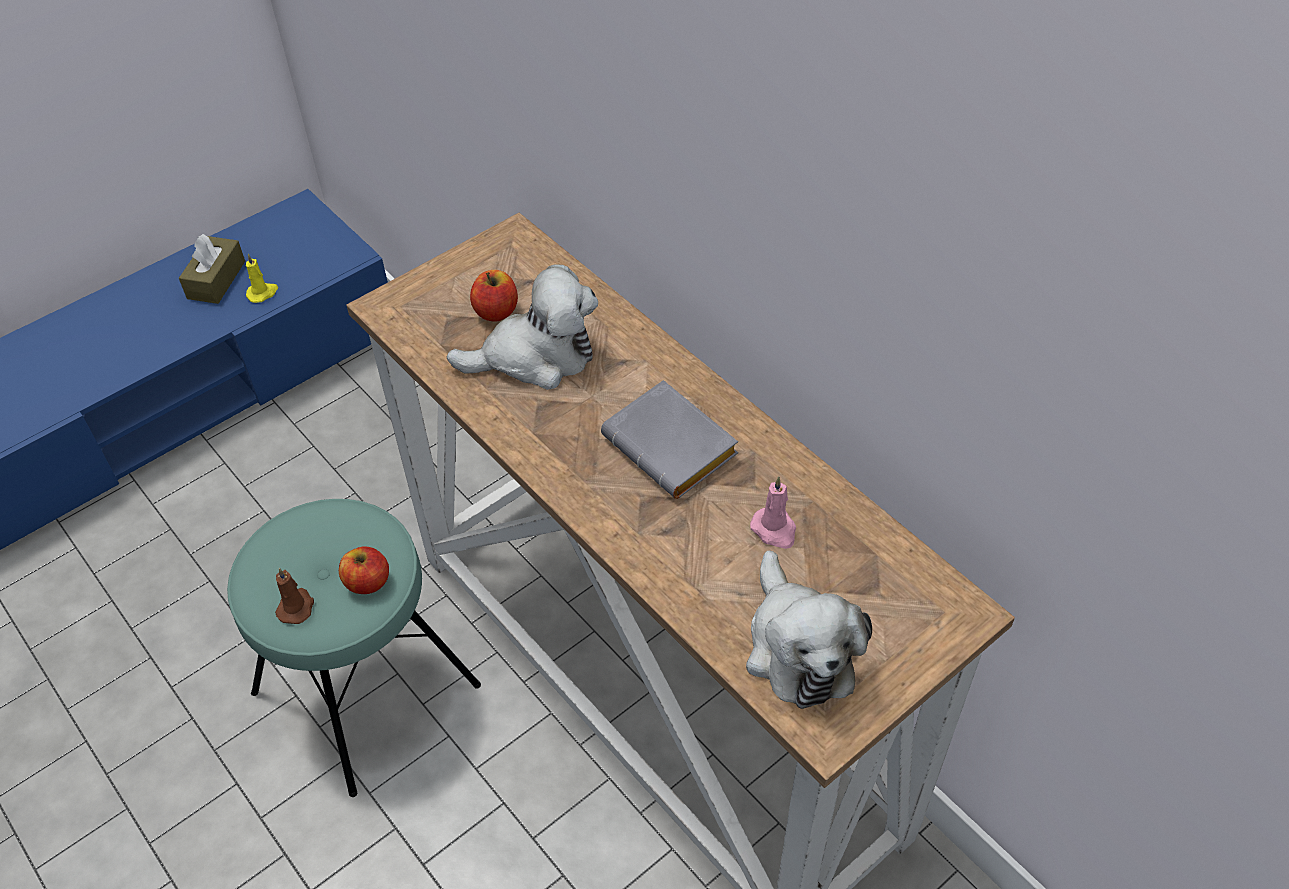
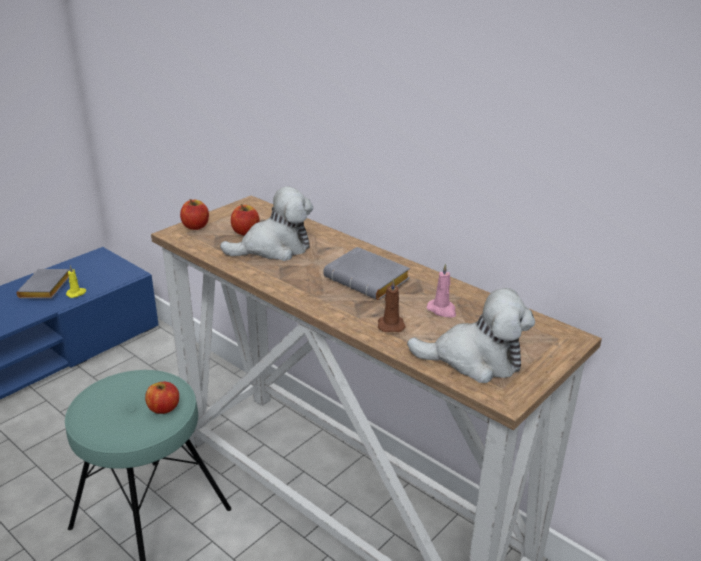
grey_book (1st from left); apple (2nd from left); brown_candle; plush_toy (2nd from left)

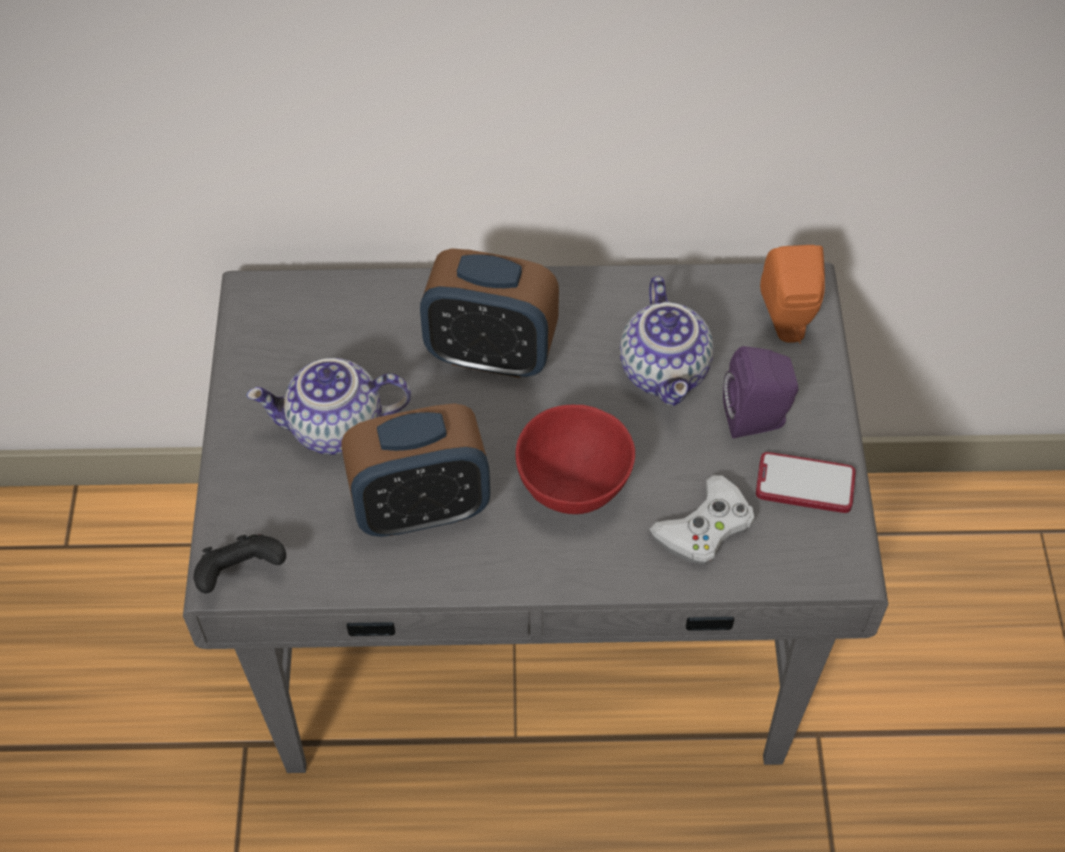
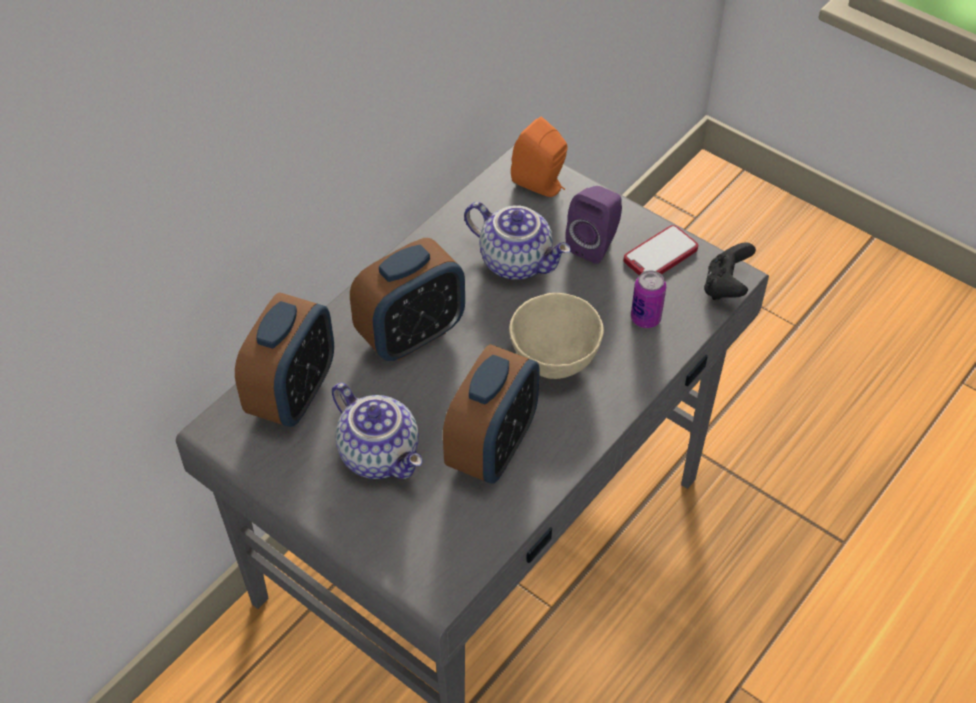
alarm_clock (1st from left); teapot (1st from left); beige_bowl; can; black_game_controller

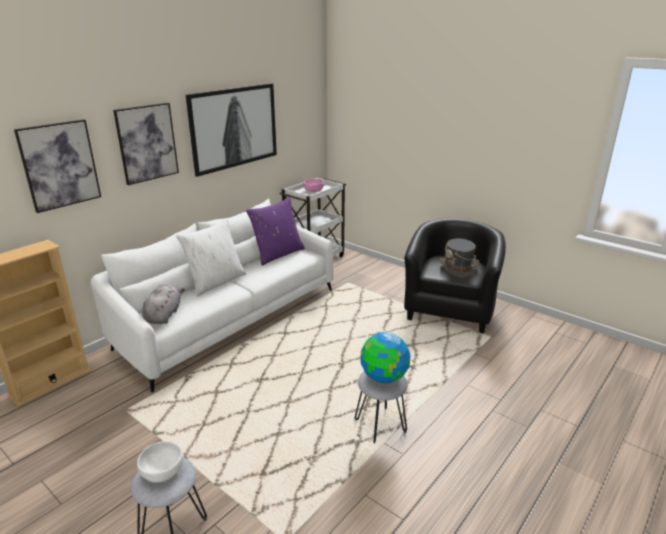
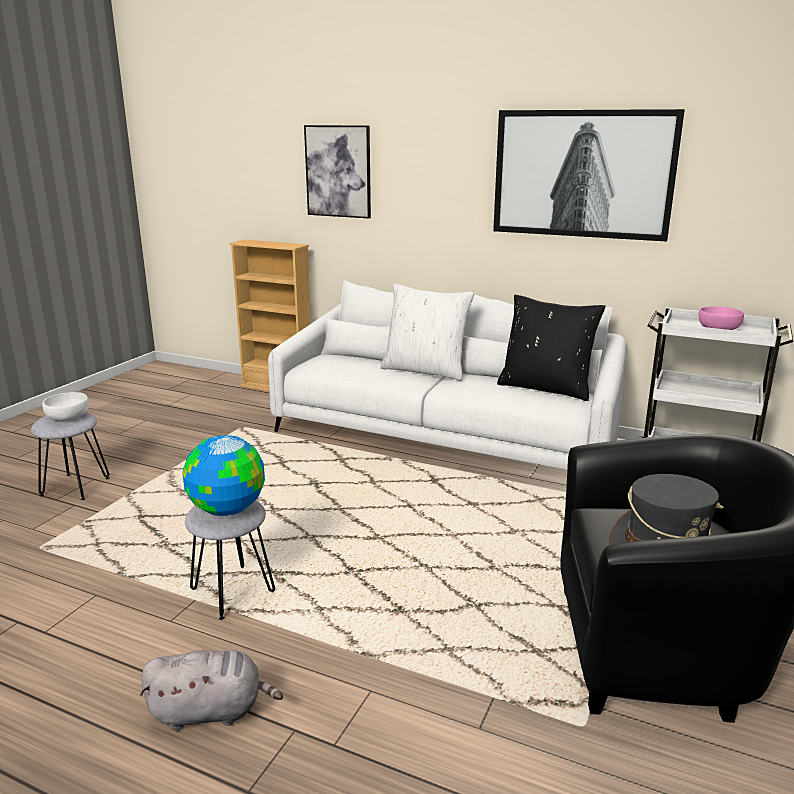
grey_plush_toy; black_pillow; picture (2nd from left in the first image)

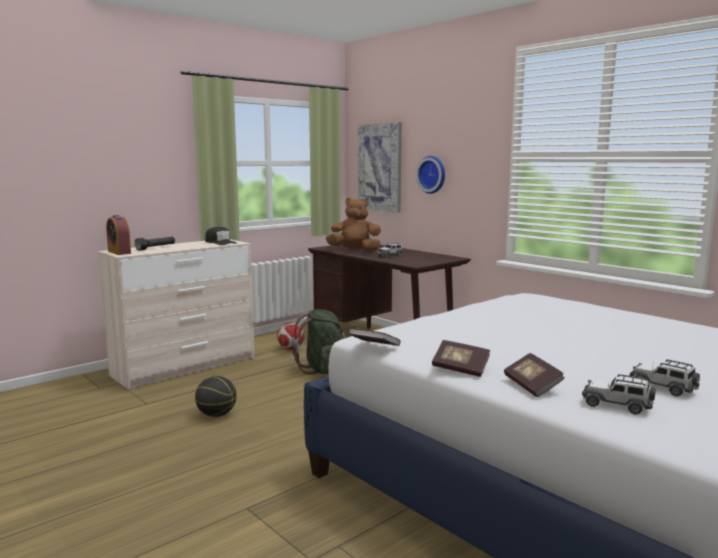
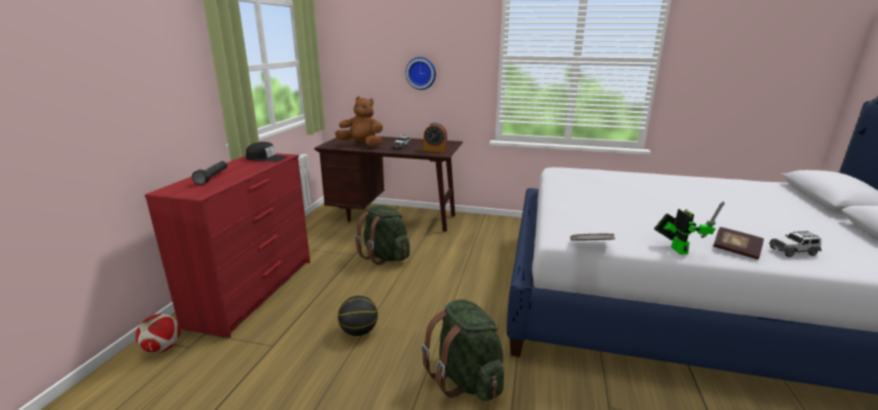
football; red_dresser; brown_plush_toy; green_backpack (2nd from left); alarm_clock; toy_robot; picture; toy_car (3rd from left in the first image)

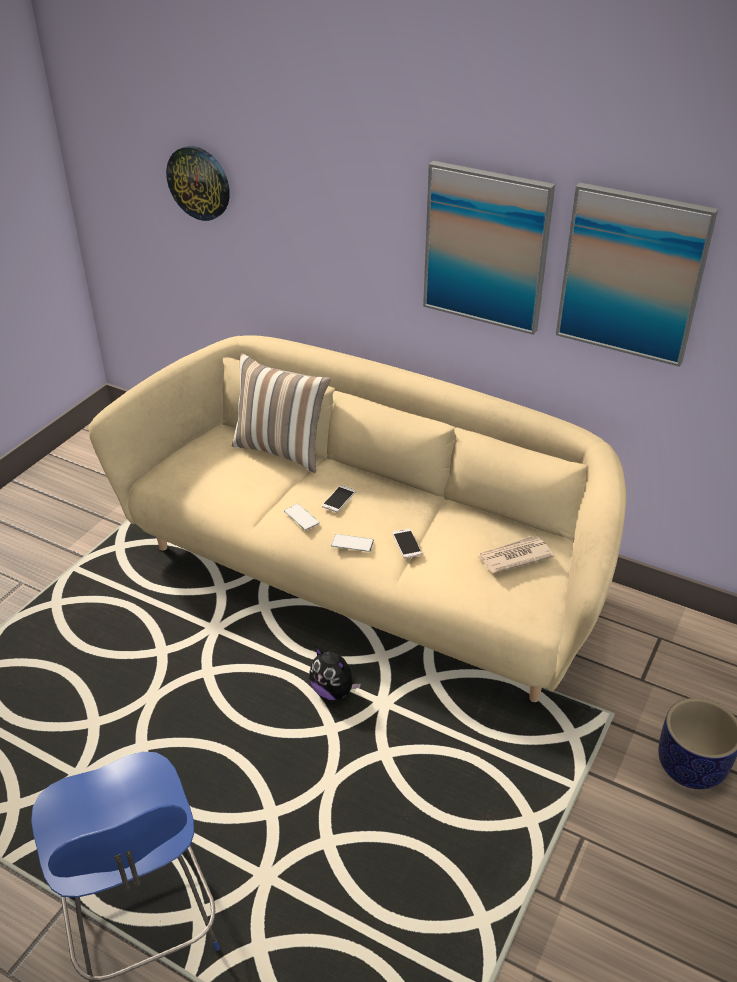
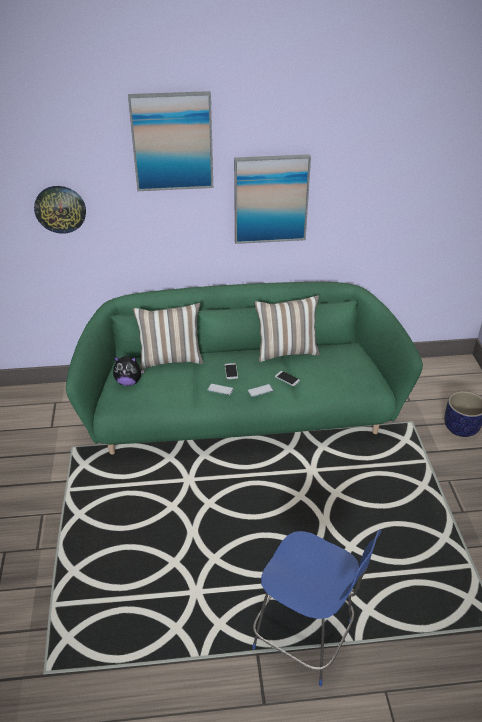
green_sofa; plush_toy; picture (1st from left); pillow (2nd from left); newspaper

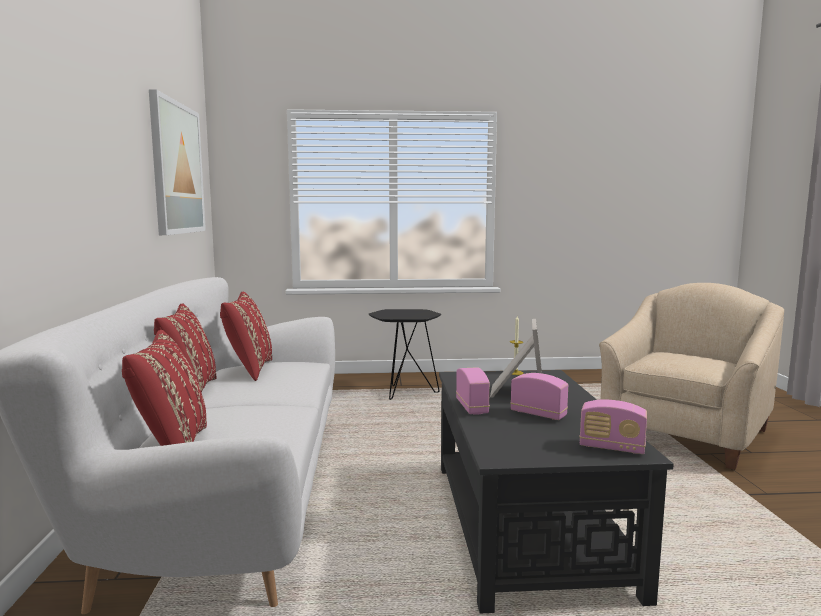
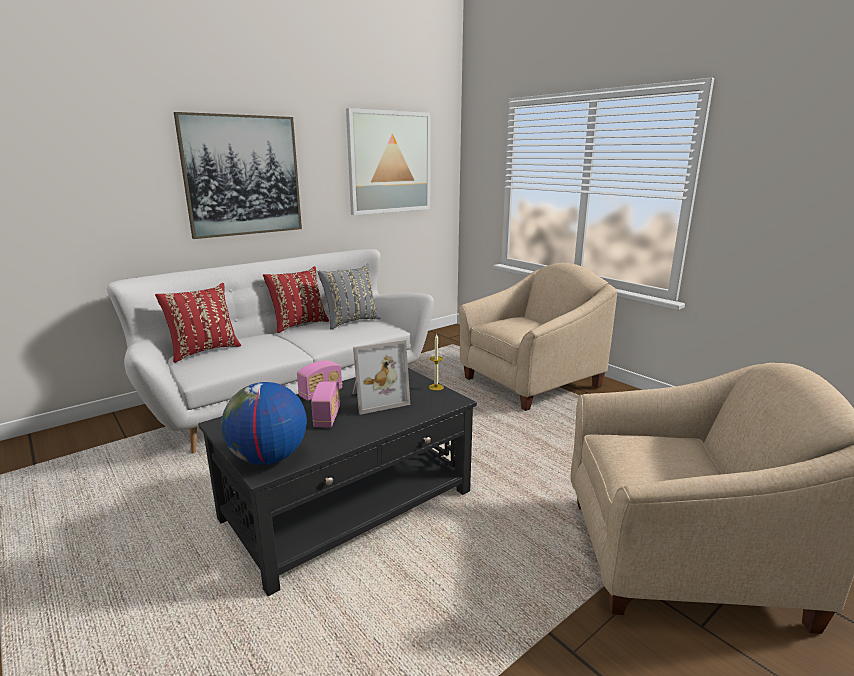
picture (1st from left); globe; grey_pillow; beige_armchair (1st from left)

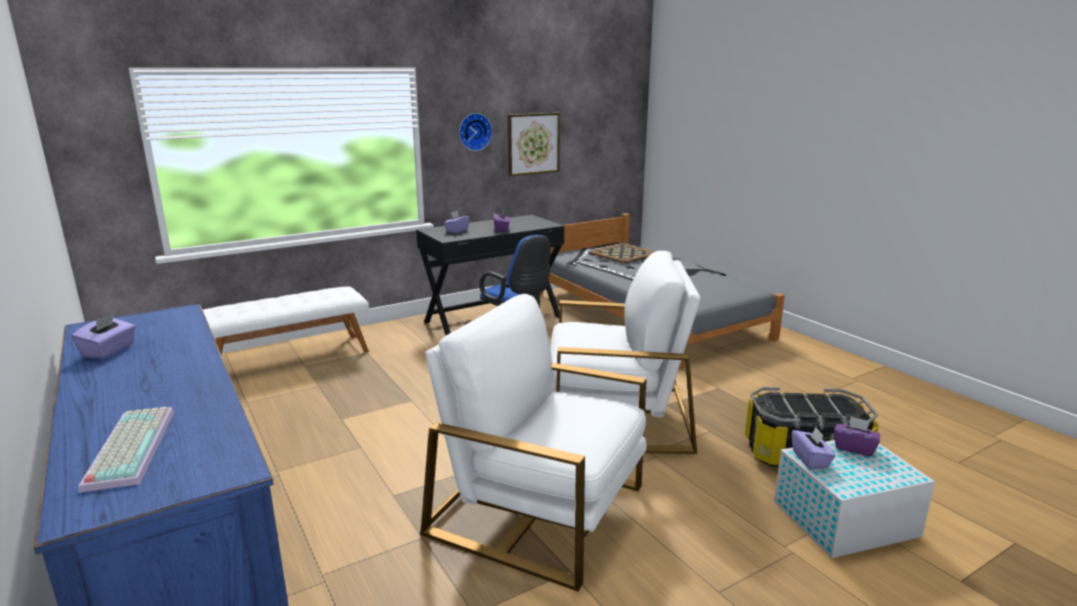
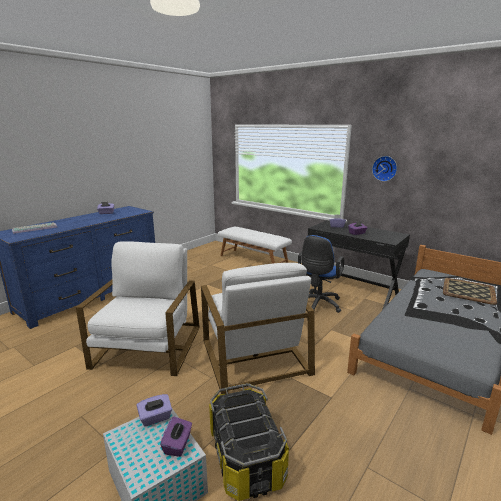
picture

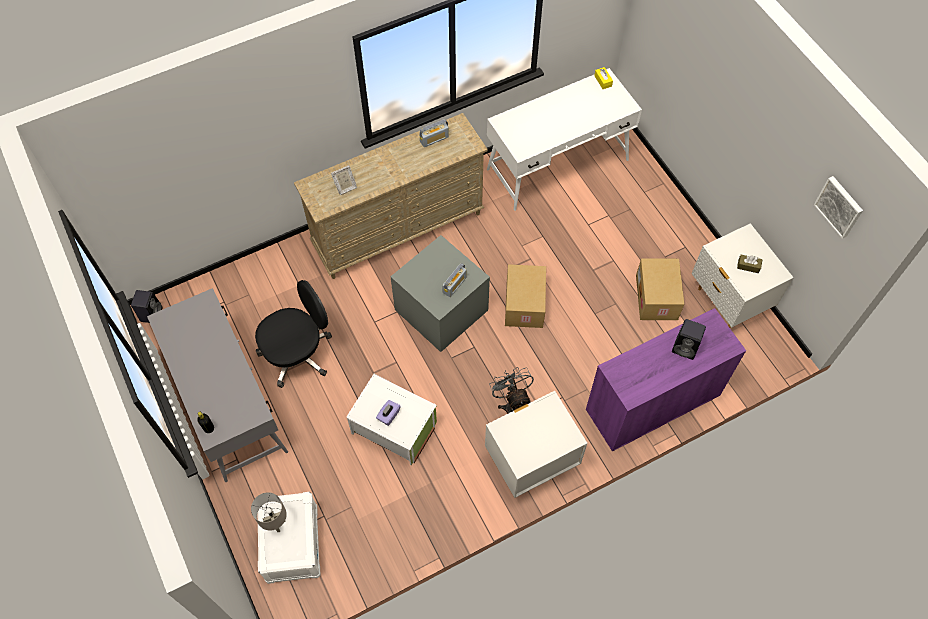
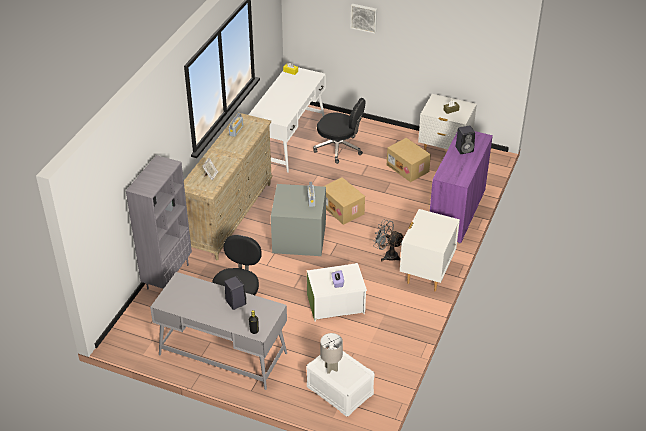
grey_bookcase; black_speaker (1st from left); black_office_chair (2nd from left); picture

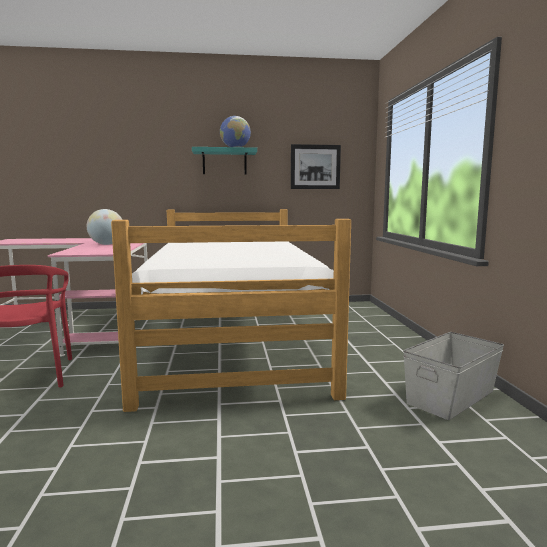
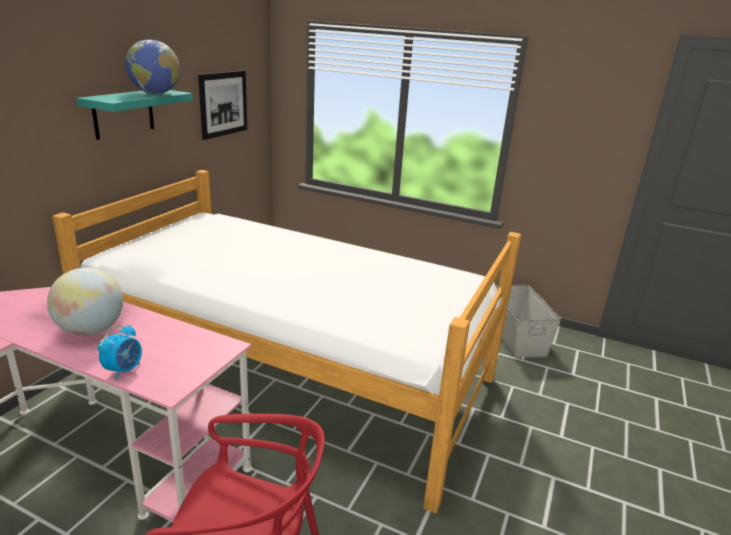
alarm_clock

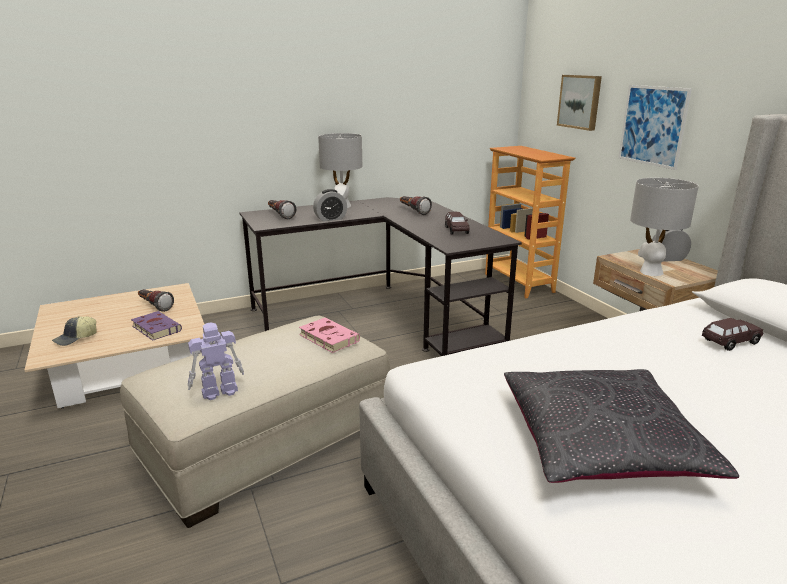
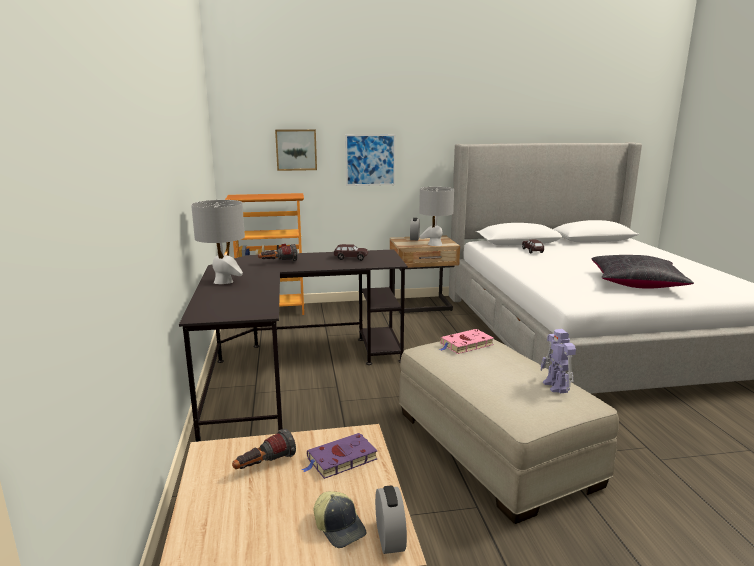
alarm_clock (1st from left); flashlight (2nd from left in the first image)

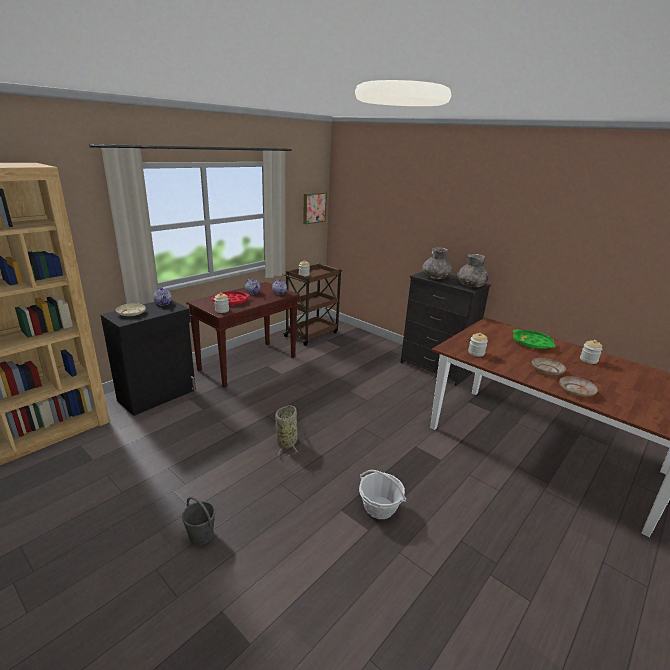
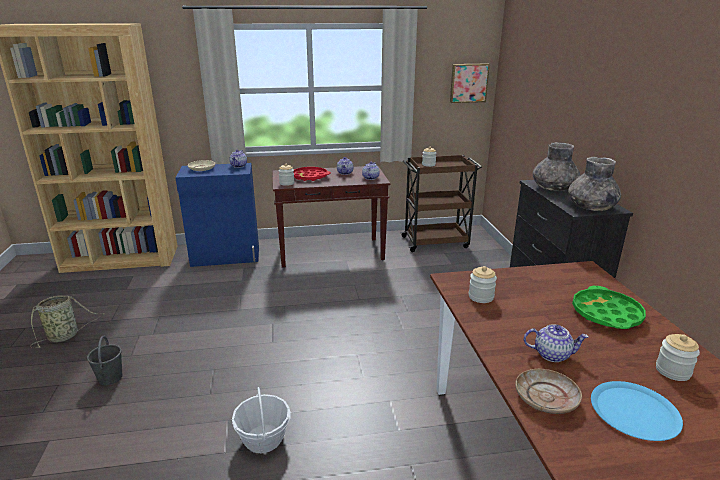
basket (1st from left); blue_cabinet; teapot (4th from left); blue_plate

